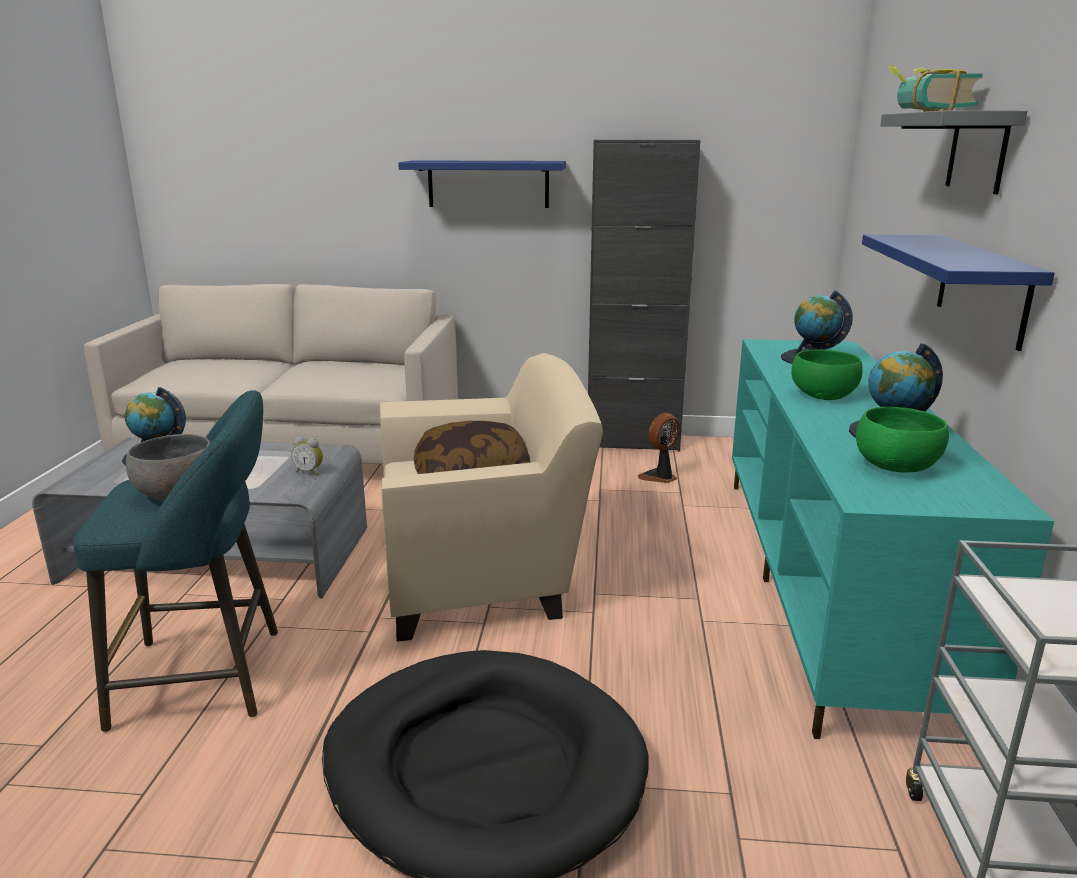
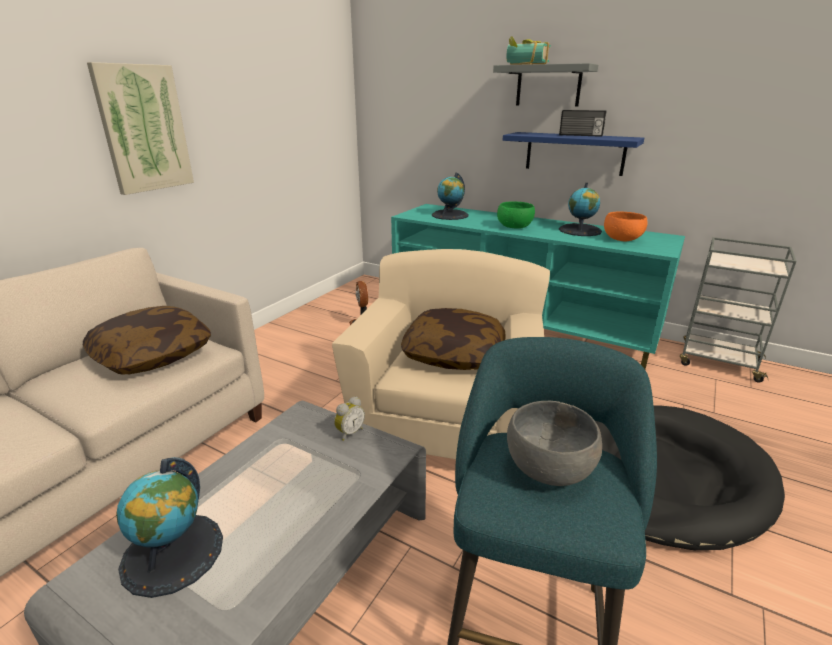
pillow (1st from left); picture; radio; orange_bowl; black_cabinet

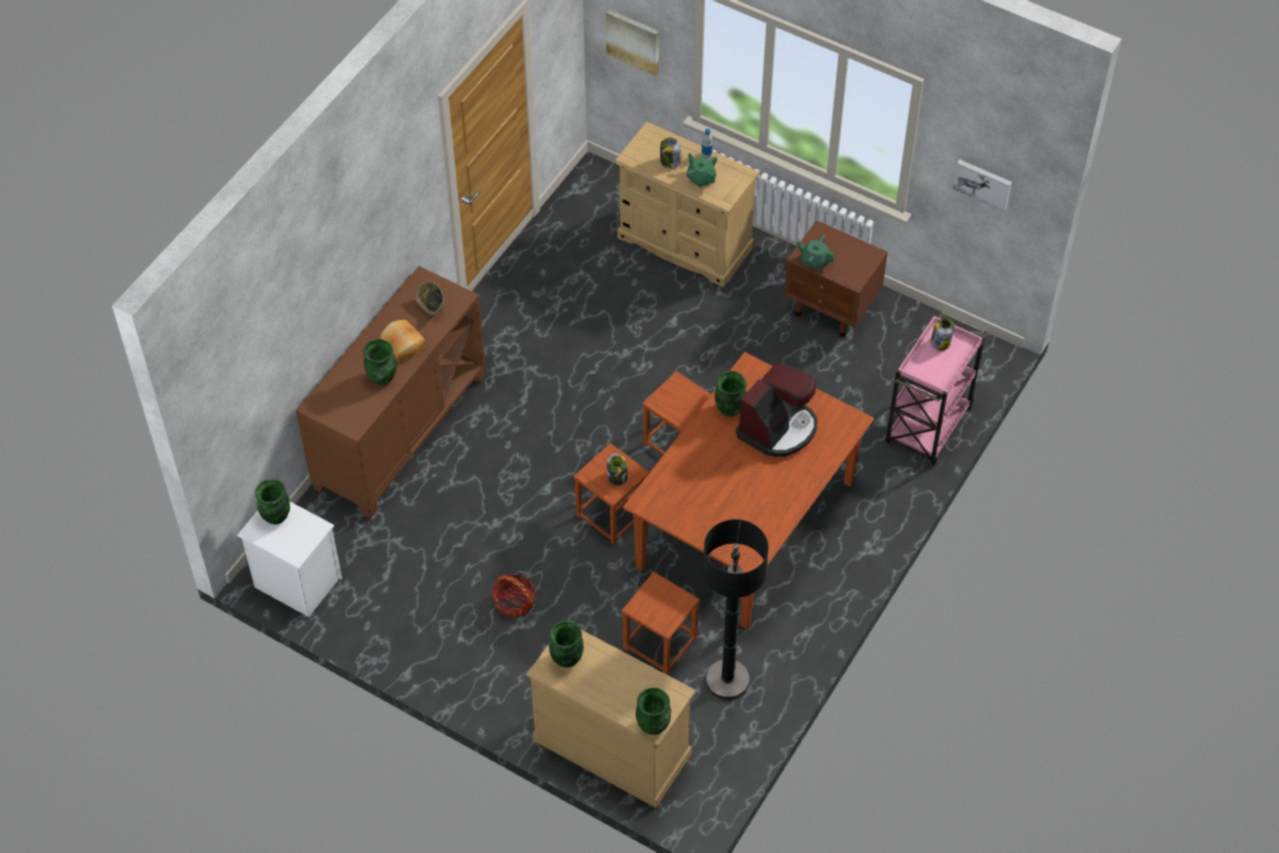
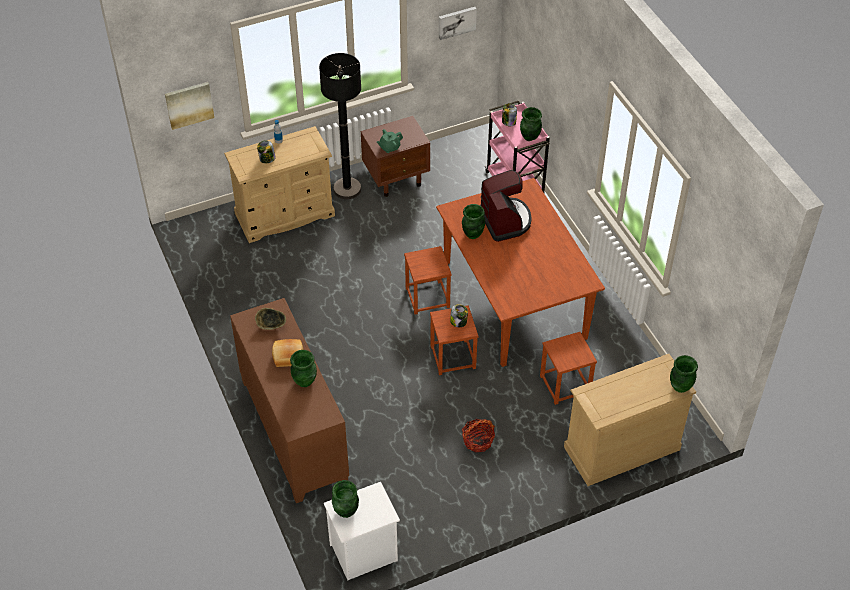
black_floor_lamp; green_vase (4th from left); green_teapot (1st from left in the first image)

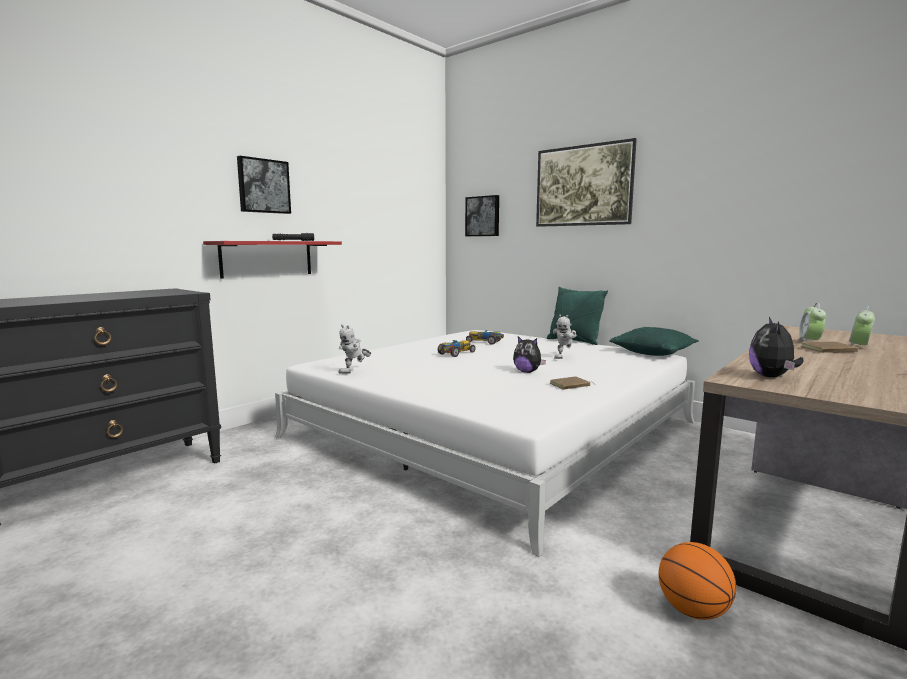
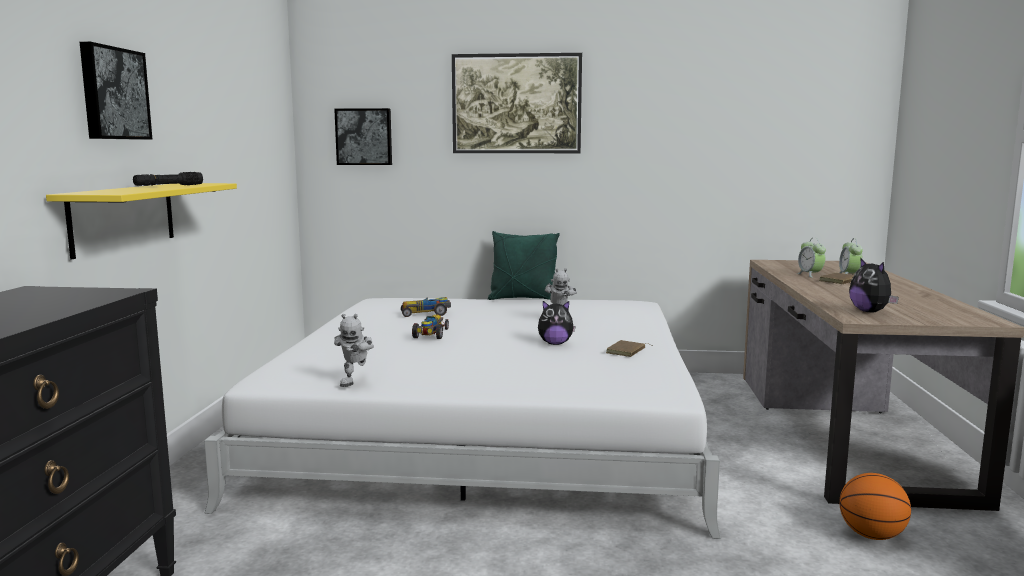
yellow_shelf; green_pillow (2nd from left in the first image)

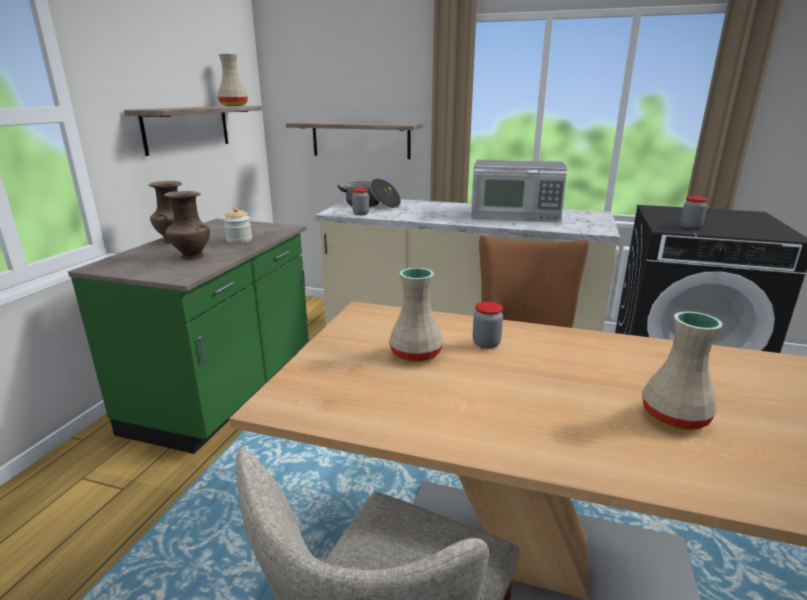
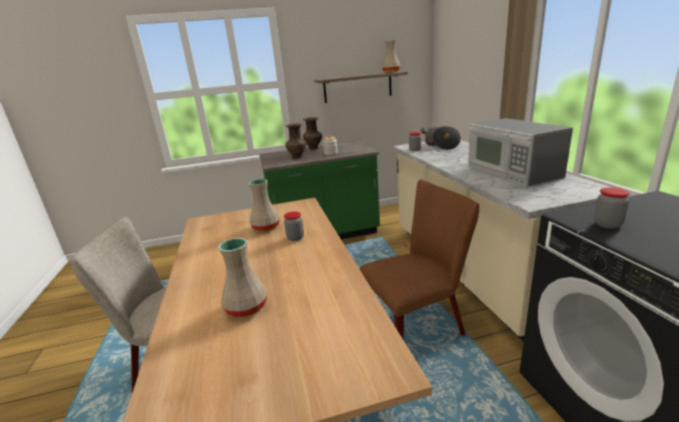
shelf (2nd from left in the first image)

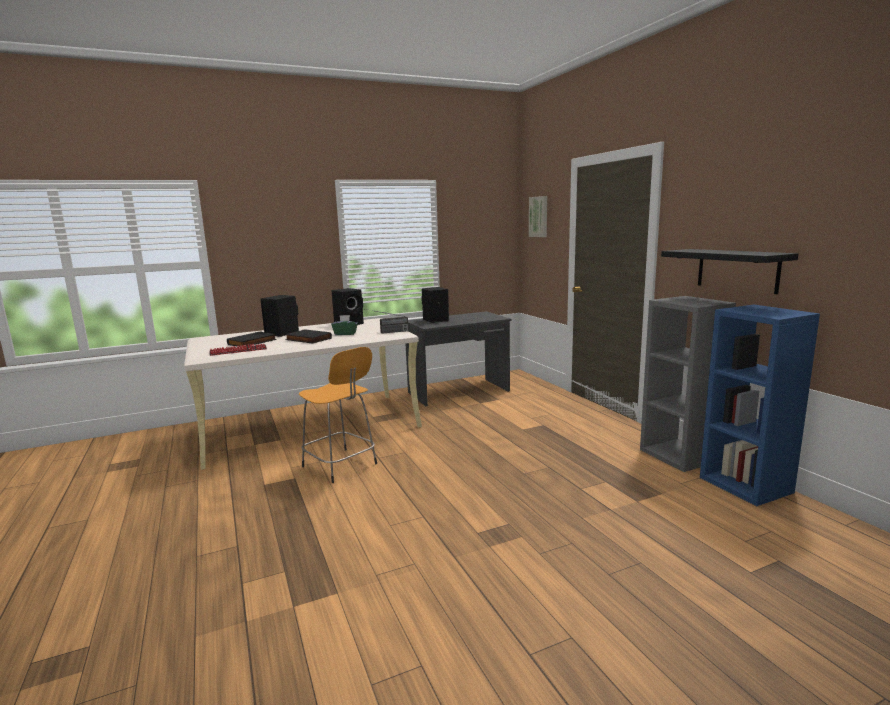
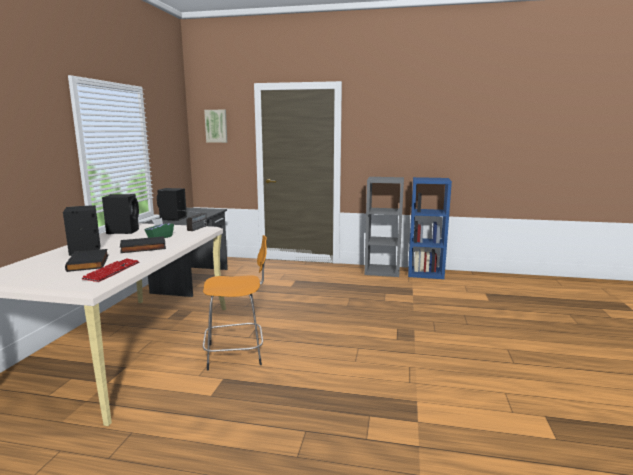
black_shelf

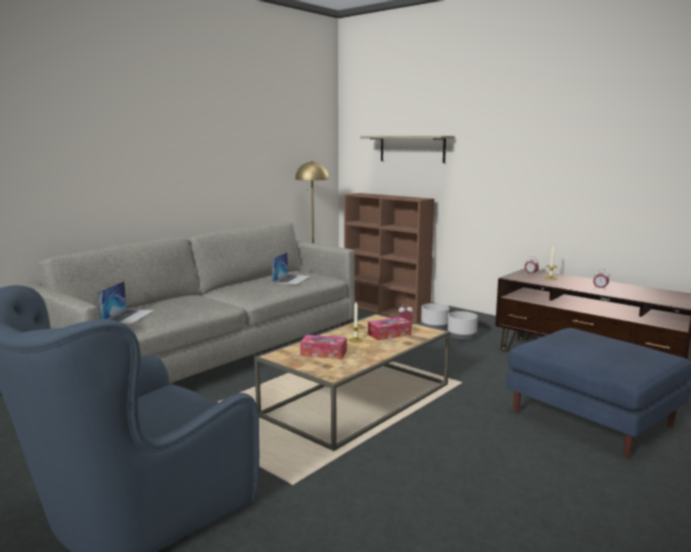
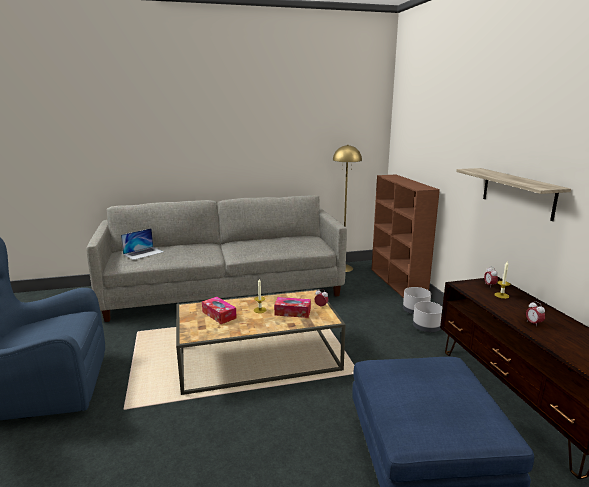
shelf; laptop (2nd from left in the first image)

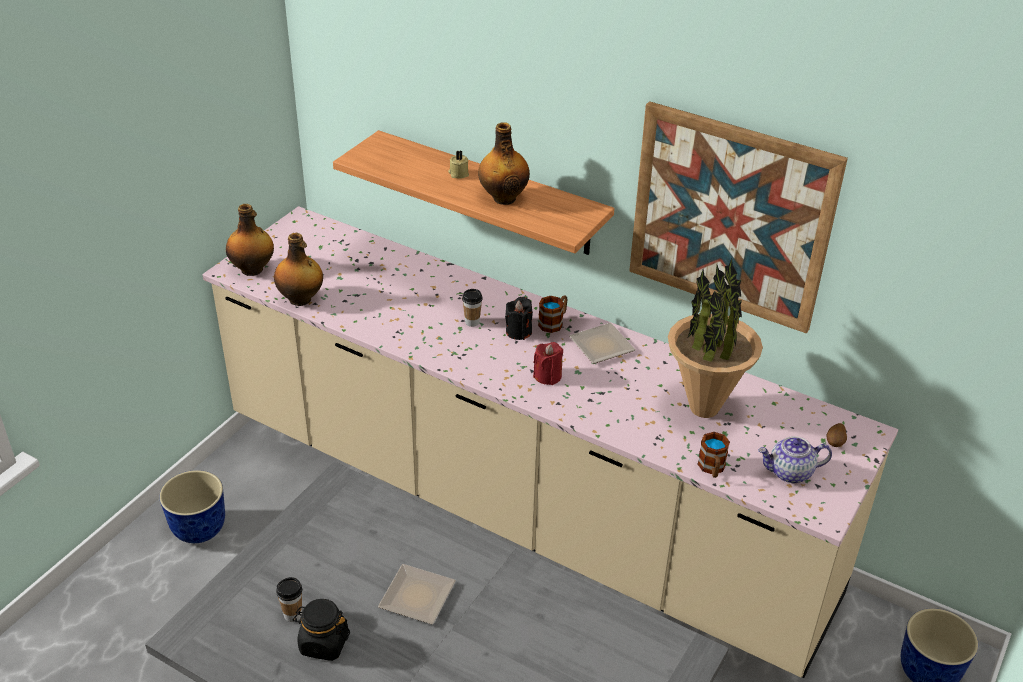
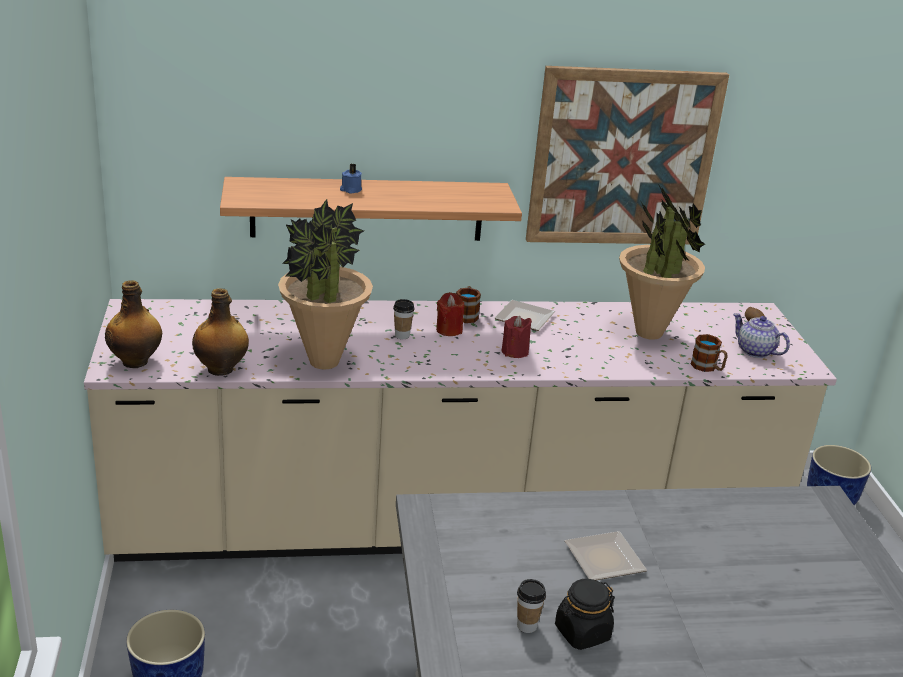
potted_plant (1st from left); blue_candle; red_candle (1st from left); teapot; bottle (3rd from left in the first image)

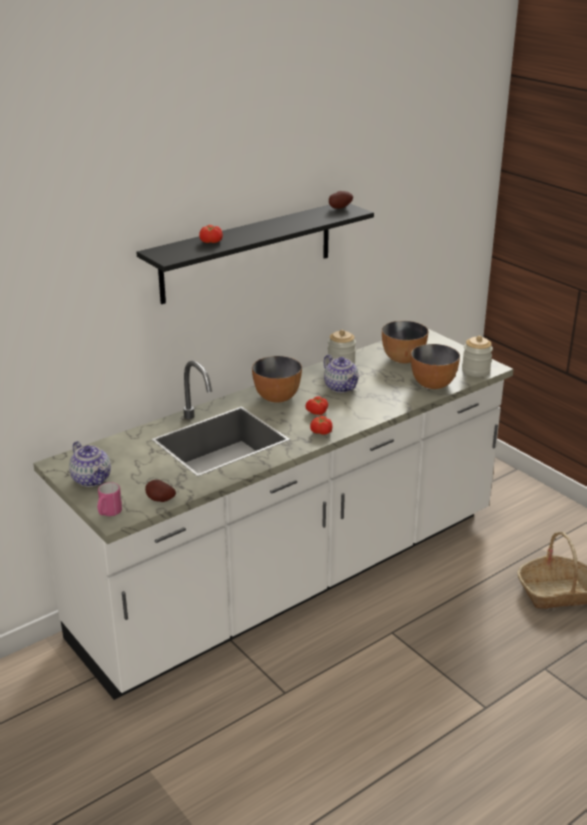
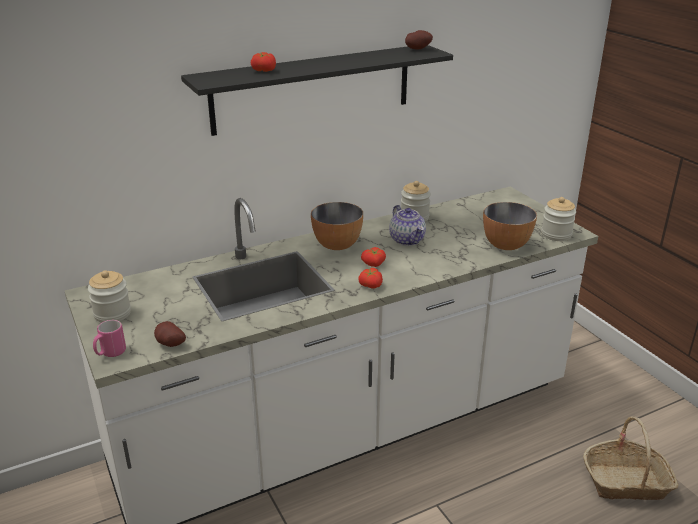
jar (1st from left); bowl (2nd from left in the first image)

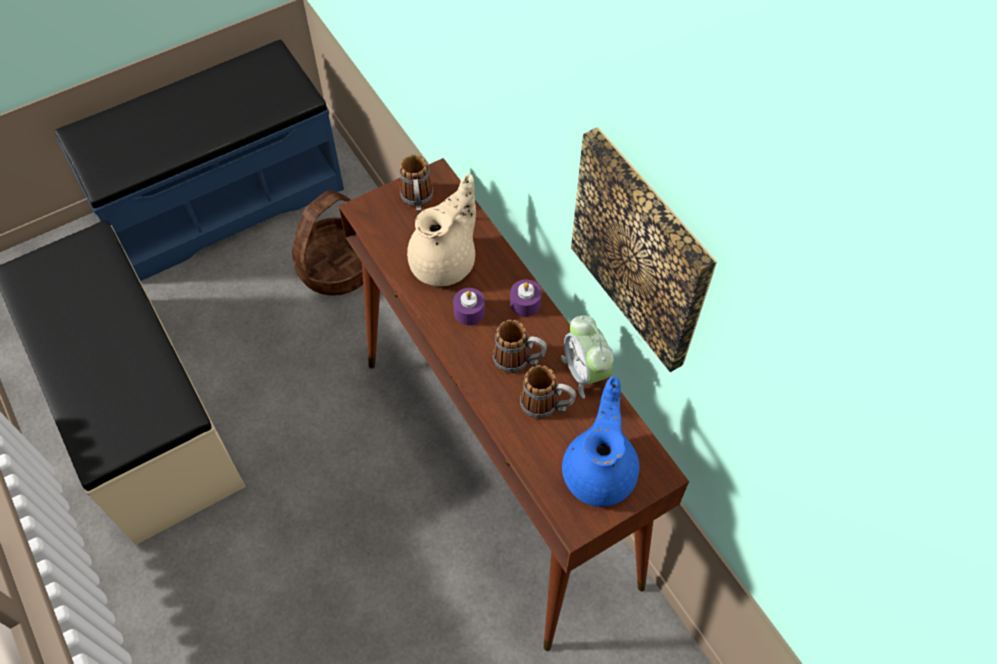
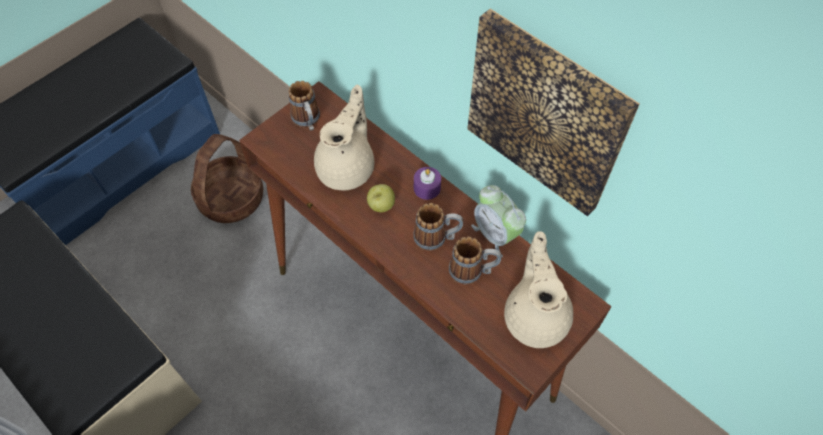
apple; beige_teapot (2nd from left)

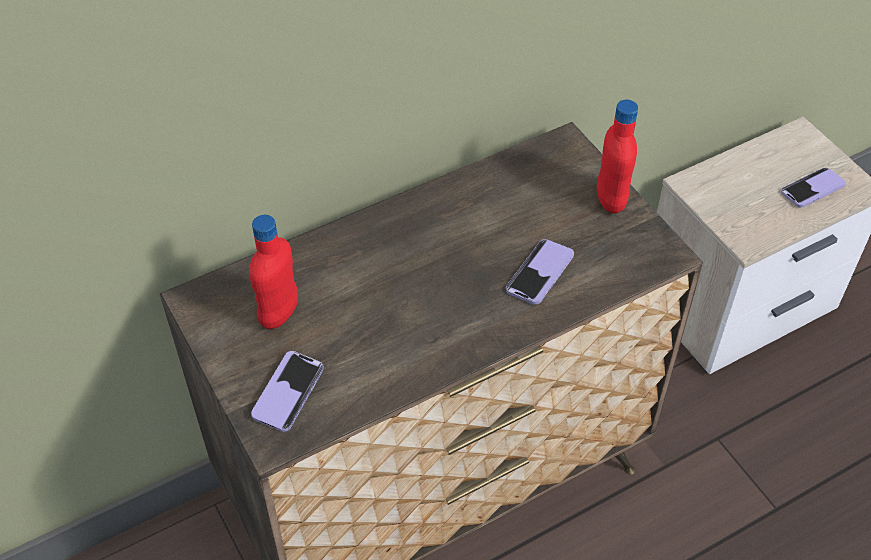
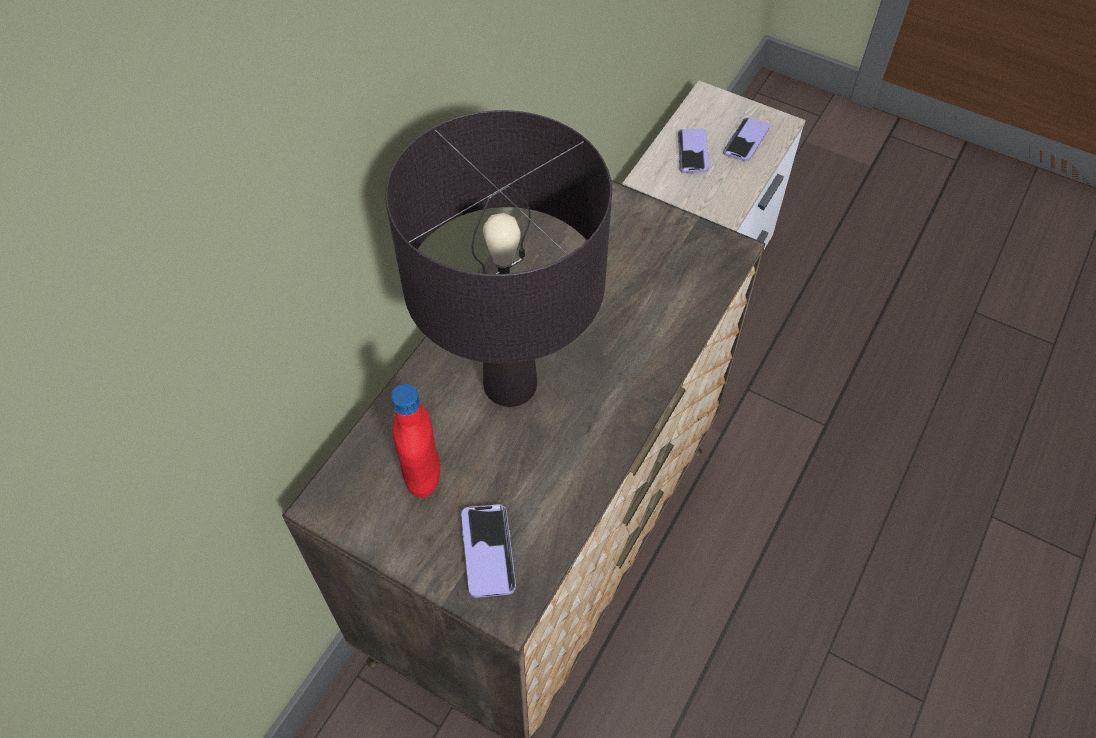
black_table_lamp; phone (2nd from left); red_bottle (2nd from left in the first image)

